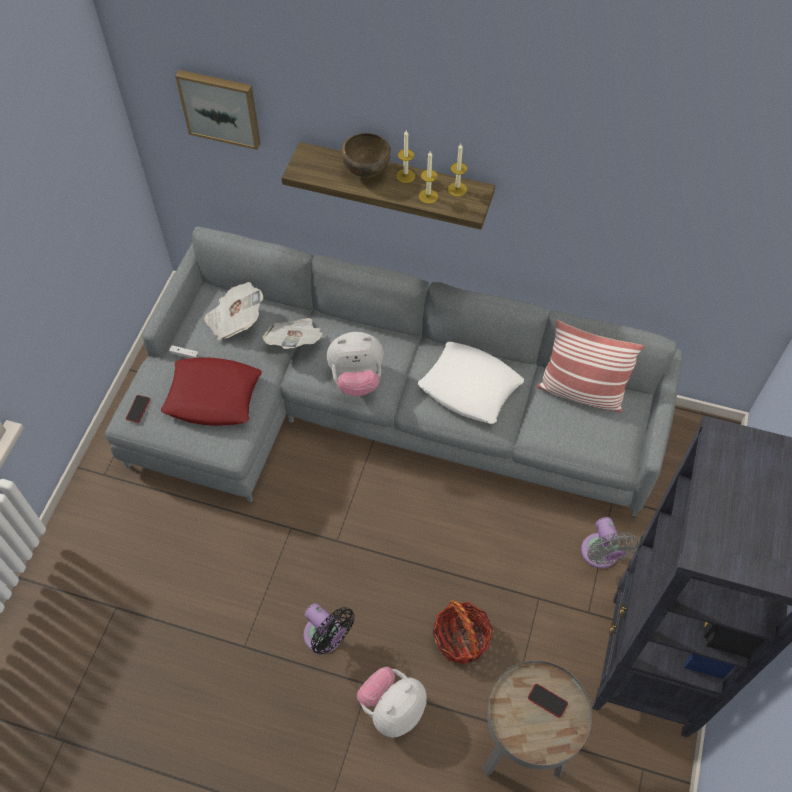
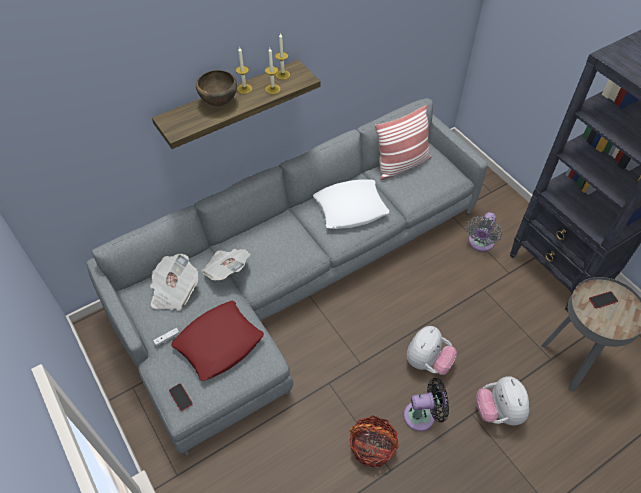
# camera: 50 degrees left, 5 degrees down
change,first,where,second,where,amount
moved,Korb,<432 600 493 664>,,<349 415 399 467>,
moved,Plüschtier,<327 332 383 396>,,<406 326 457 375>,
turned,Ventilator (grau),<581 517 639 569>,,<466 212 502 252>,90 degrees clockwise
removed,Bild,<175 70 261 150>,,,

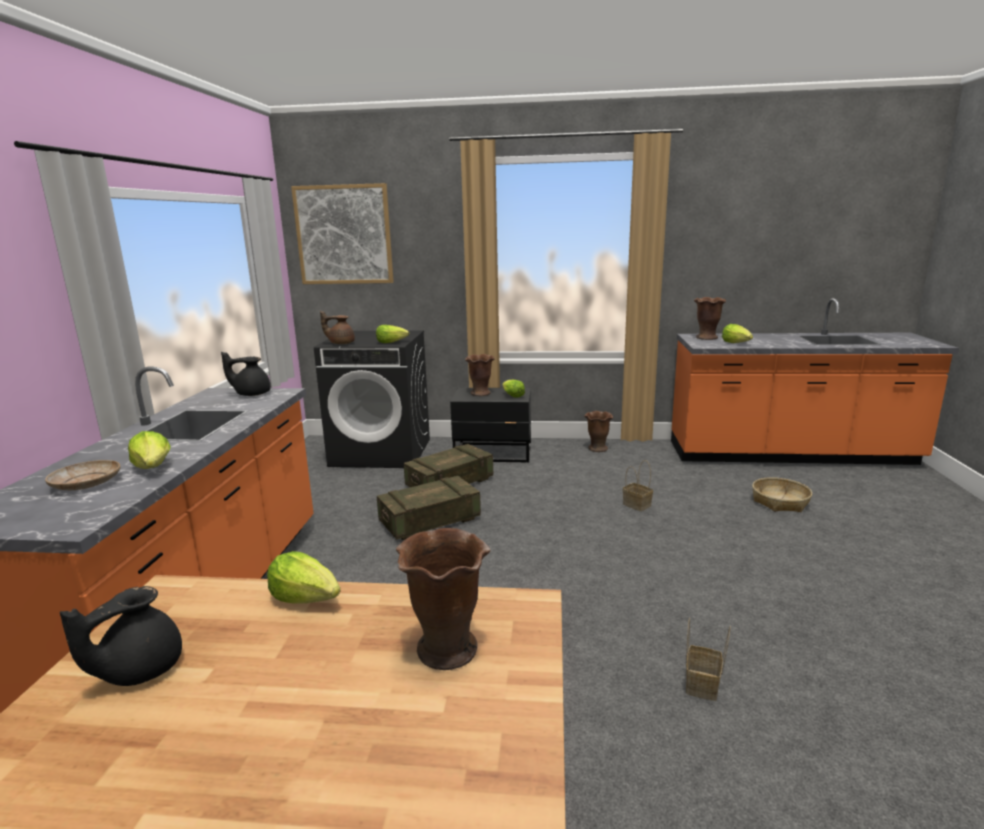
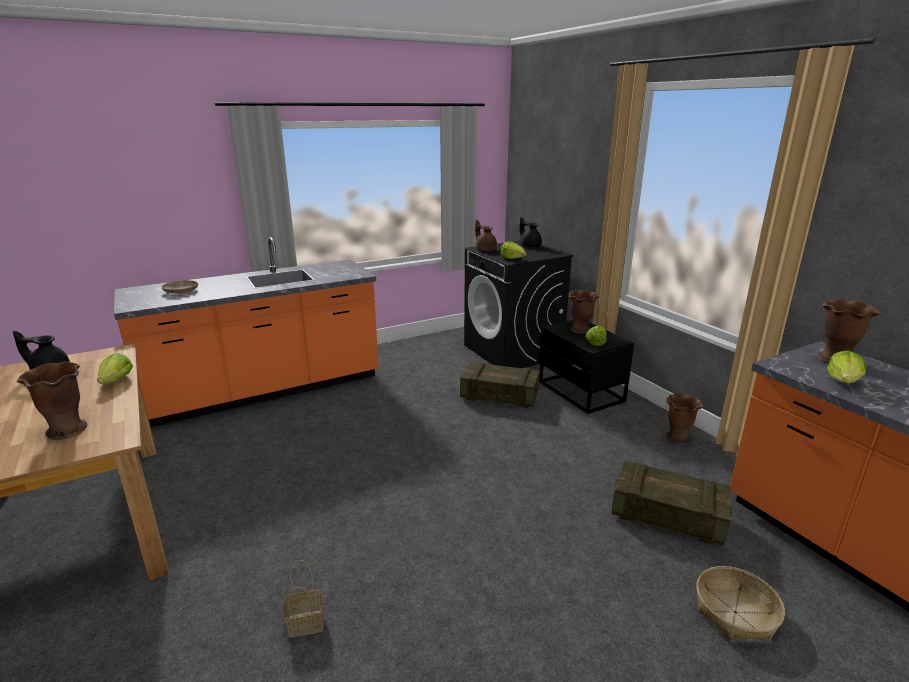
# camera: 55 degrees right, 5 degrees up
change,first,where,second,where,amount
moved,Teekanne (schwarz),<221 352 271 396>,,<519 217 542 247>,
moved,Kiste,<377 476 481 540>,,<612 461 732 545>,
removed,Salatkopf,<128 431 171 469>,,,
removed,Bild,<291 183 394 284>,,,
removed,Korb,<623 460 653 511>,,,

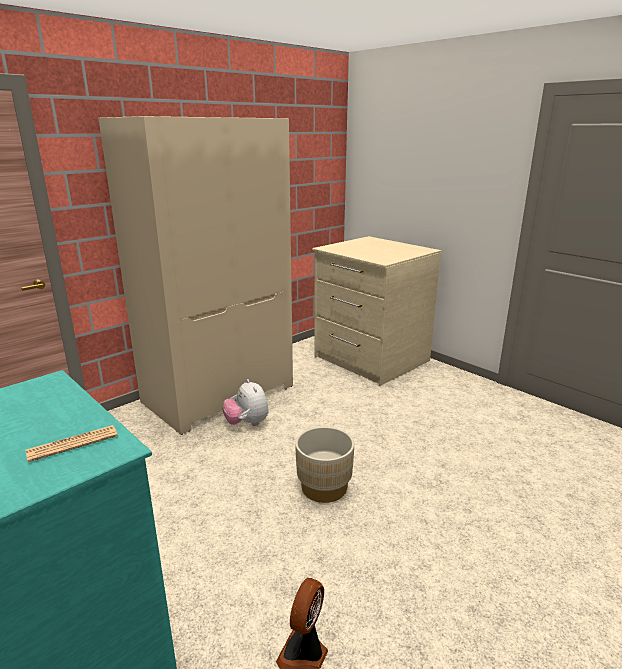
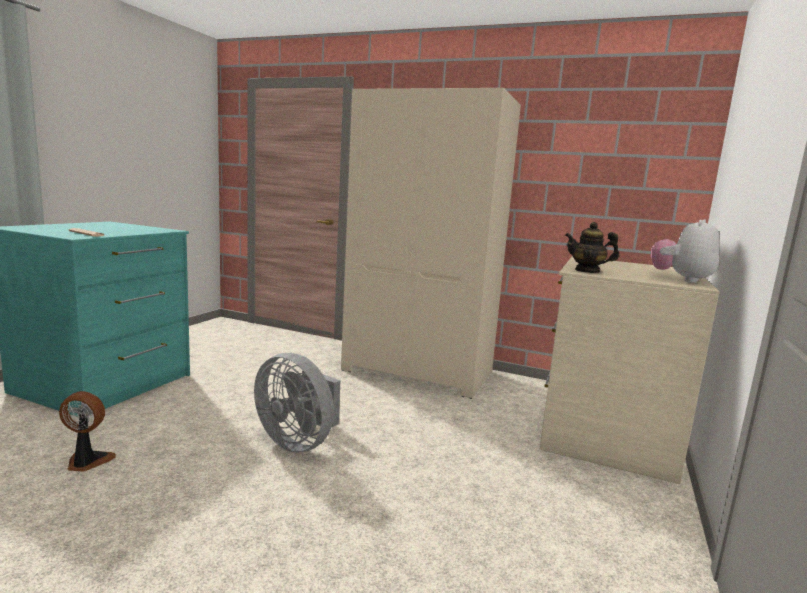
# camera: 65 degrees right, 10 degrees down
change,first,where,second,where,amount
replaced,Pflanzkübel (beige),<295 426 354 503>,Ventilator (grau),<254 353 341 453>,
added,,,Teekanne,<565 222 619 273>,
moved,Plüschtier,<223 379 269 426>,,<651 219 720 283>,

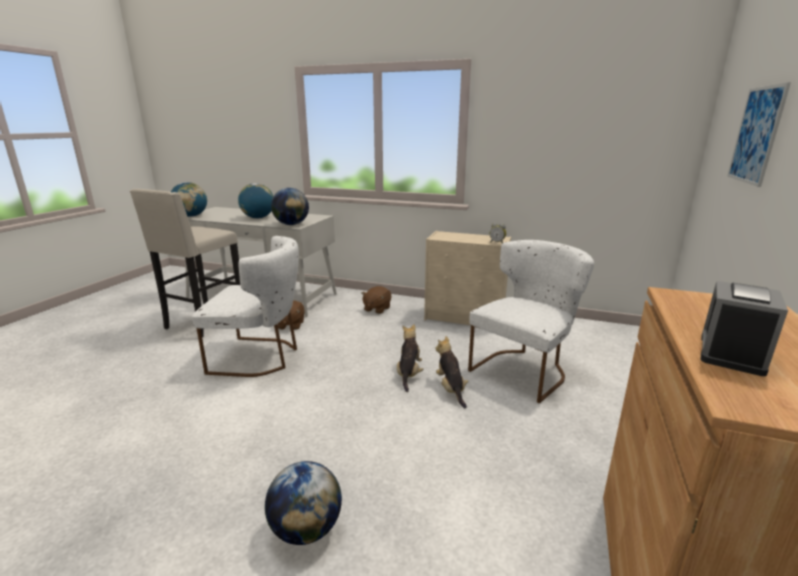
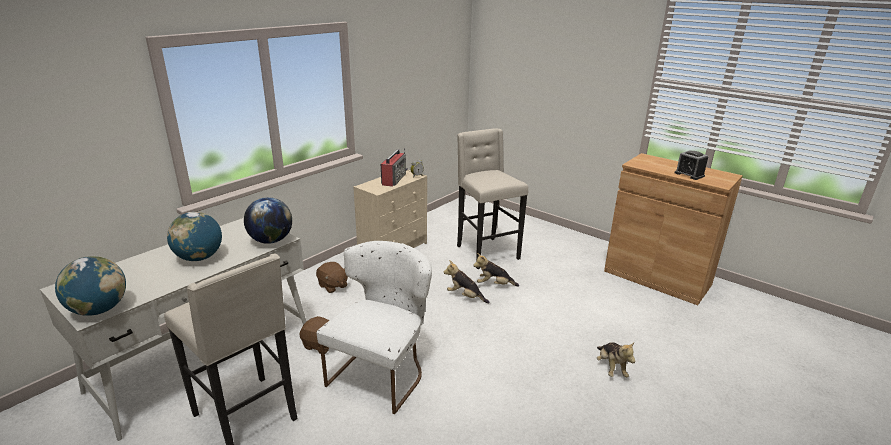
# camera: 70 degrees left, 5 degrees up
change,first,where,second,where,amount
added,,,Radio,<381 148 408 187>,
replaced,Stuhl (weiß),<468 240 594 403>,Hocker (beige),<457 128 528 269>,
replaced,Globus,<265 461 342 545>,Plüschtier,<597 342 635 377>,
removed,Bild,<727 82 791 187>,,,

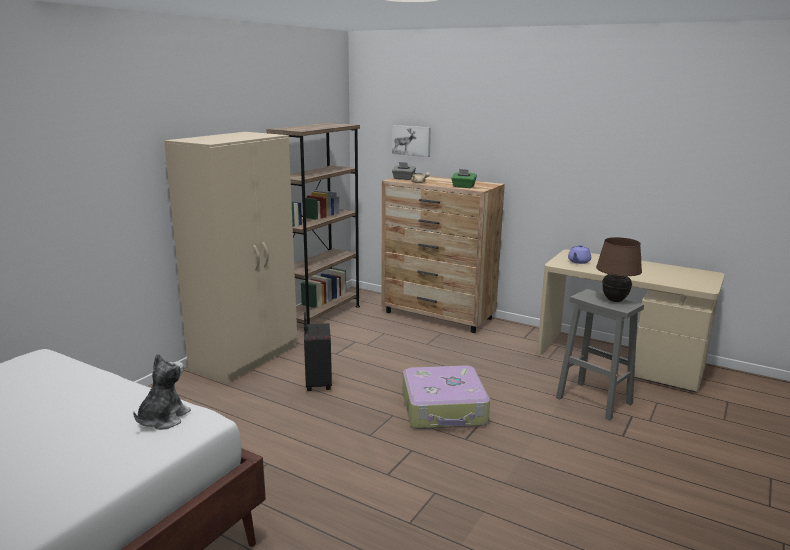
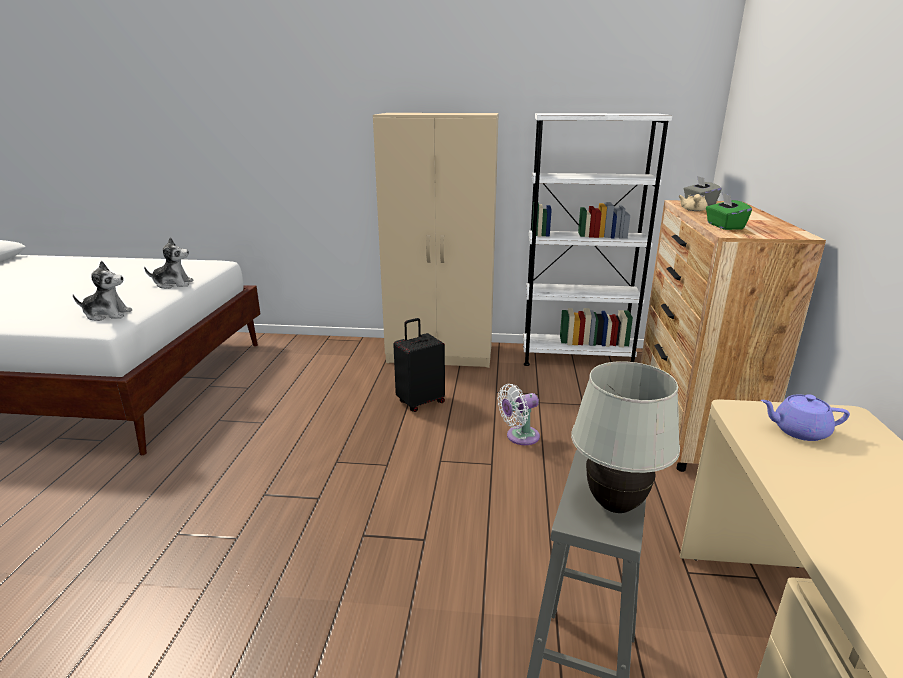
# camera: 65 degrees right, 5 degrees up
change,first,where,second,where,amount
added,,,Plüschtier,<144 237 194 289>,
added,,,Ventilator (weiß),<498 384 540 445>,
recoloured,Bücherregal (braun),<266 123 360 324>,Bücherregal (weiß),<523 113 672 366>,
recoloured,Tischlampe (braun),<596 237 642 302>,Tischlampe (weiß),<571 361 680 513>,
removed,Bild,<392 125 431 157>,,,
removed,Koffer,<403 365 490 429>,,,

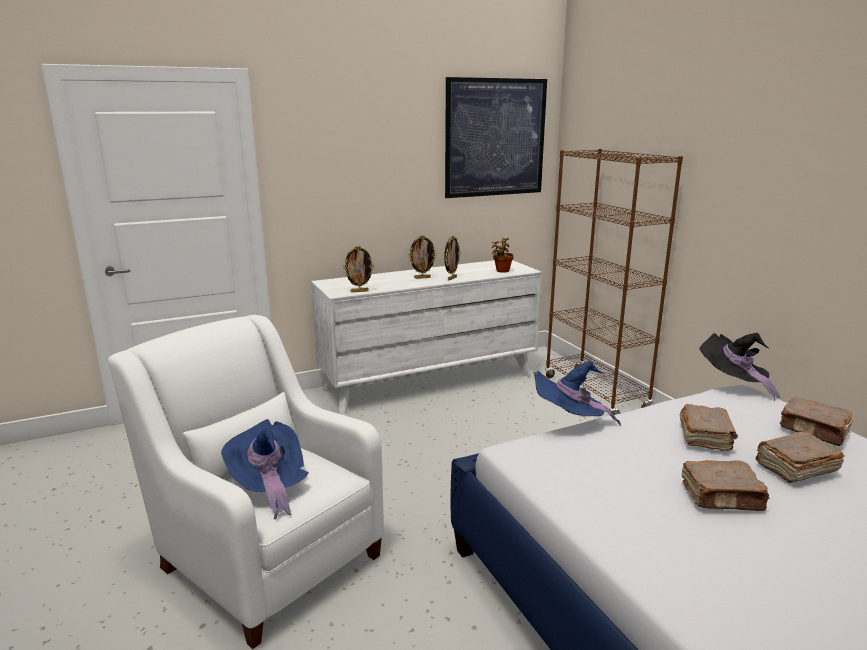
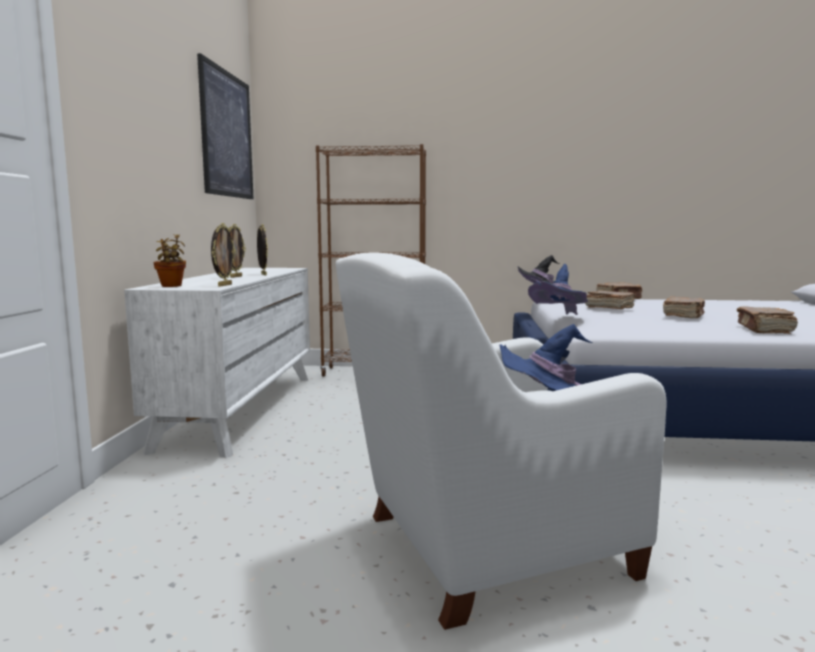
# camera: 60 degrees left, 10 degrees down
change,first,where,second,where,amount
moved,Topfpflanze,<491 238 514 273>,,<153 234 186 287>,
moved,Buch (braun),<756 432 845 483>,,<737 306 798 334>,

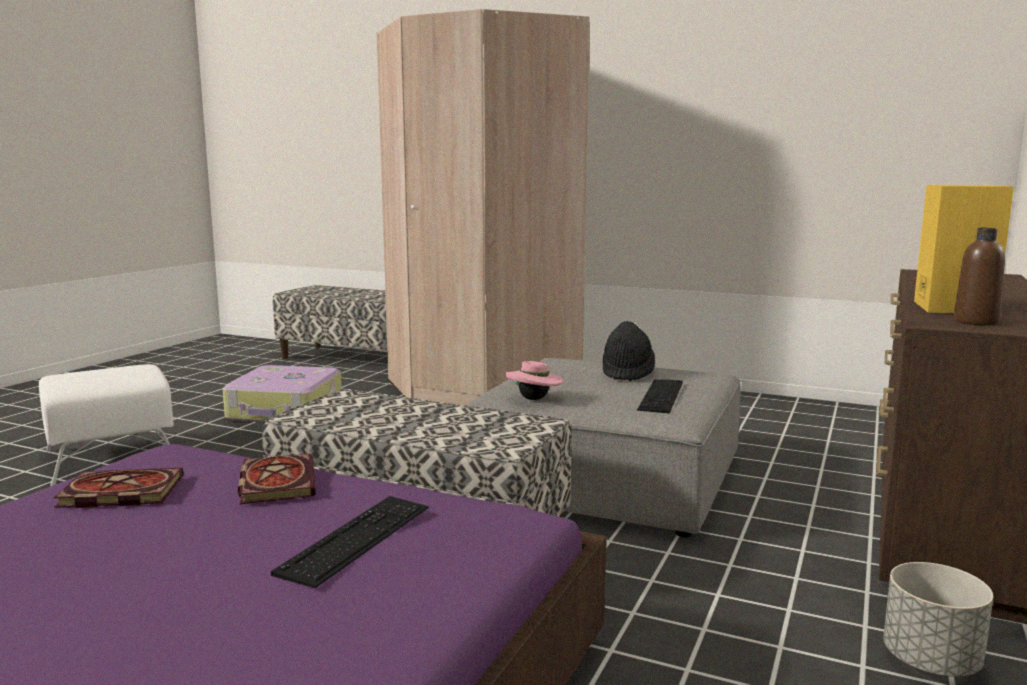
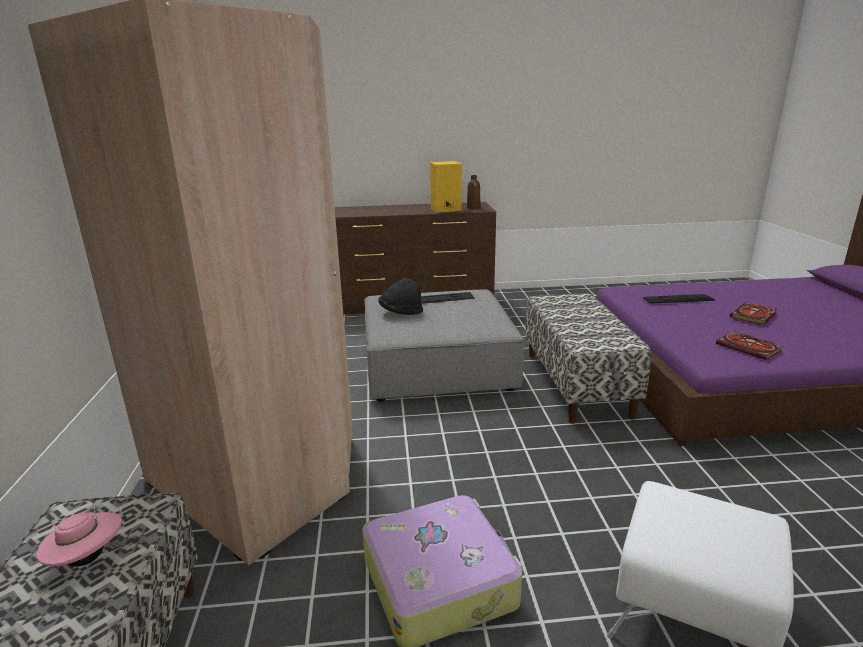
# camera: 120 degrees left, 10 degrees up
change,first,where,second,where,amount
moved,Hut (rosa),<505 361 564 400>,,<36 504 122 567>,
moved,Buch,<238 454 316 504>,,<730 302 777 325>,
removed,Pflanzkübel (grau),<883 562 993 677>,,,

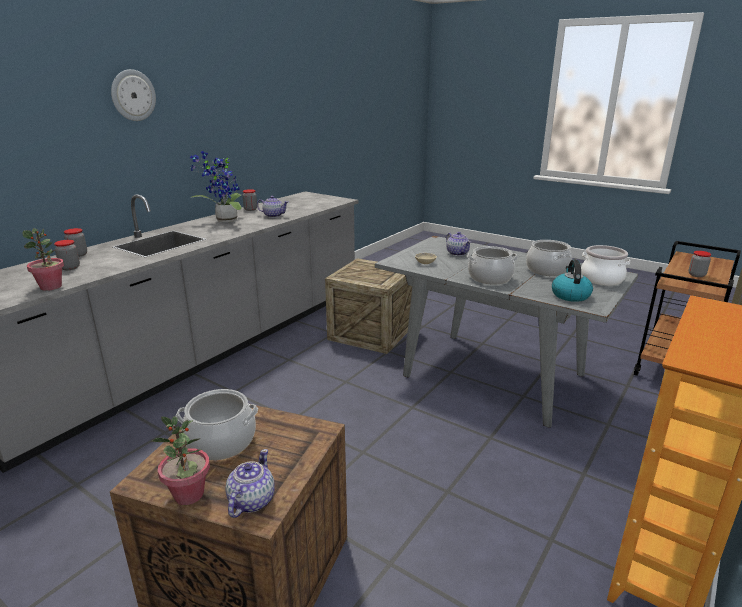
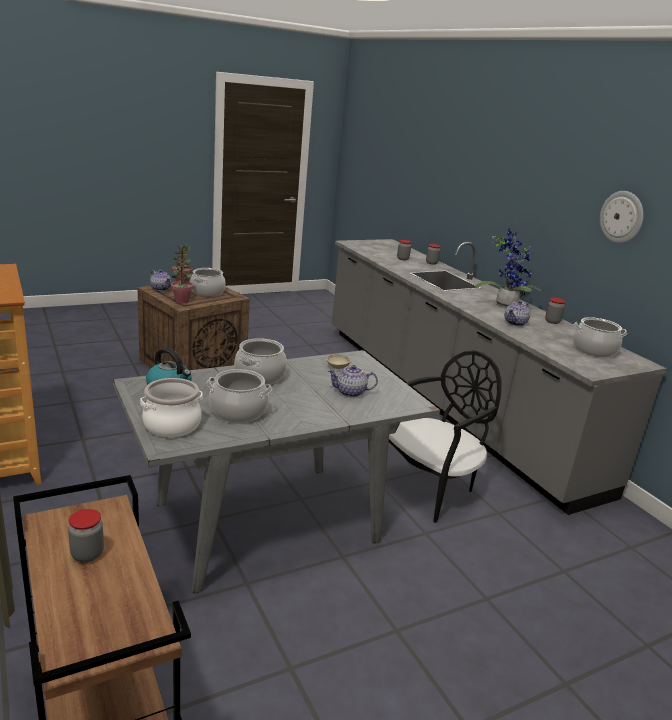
# camera: 115 degrees right, 0 degrees up
change,first,where,second,where,amount
moved,Topfpflanze,<23 228 64 291>,,<171 261 193 303>,
replaced,Kiste,<325 258 412 354>,Stuhl (schwarz),<389 350 502 523>,
added,,,Kochtopf,<573 317 627 357>,
moved,Wanduhr,<111 69 156 121>,,<600 191 644 243>,

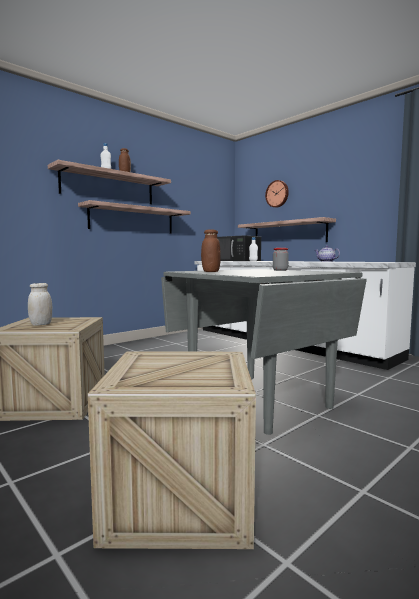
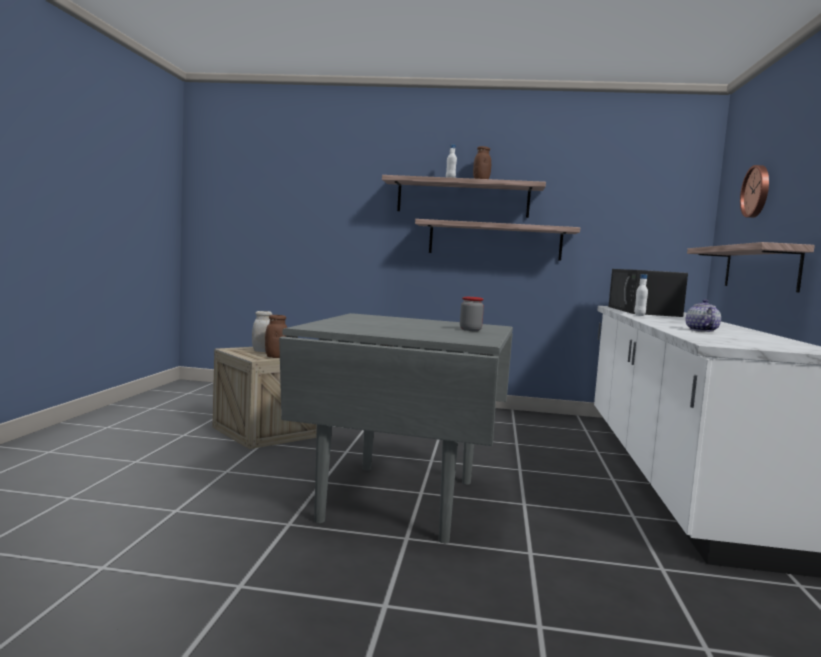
# camera: 50 degrees right, 0 degrees up
change,first,where,second,where,amount
moved,Vorratsglas (braun),<201 229 221 272>,,<265 315 287 358>,
removed,Kiste,<88 351 256 549>,,,

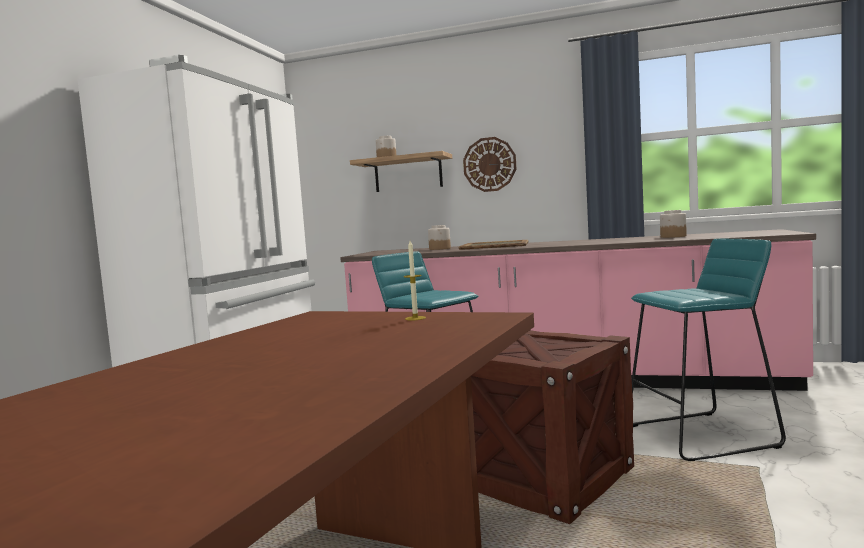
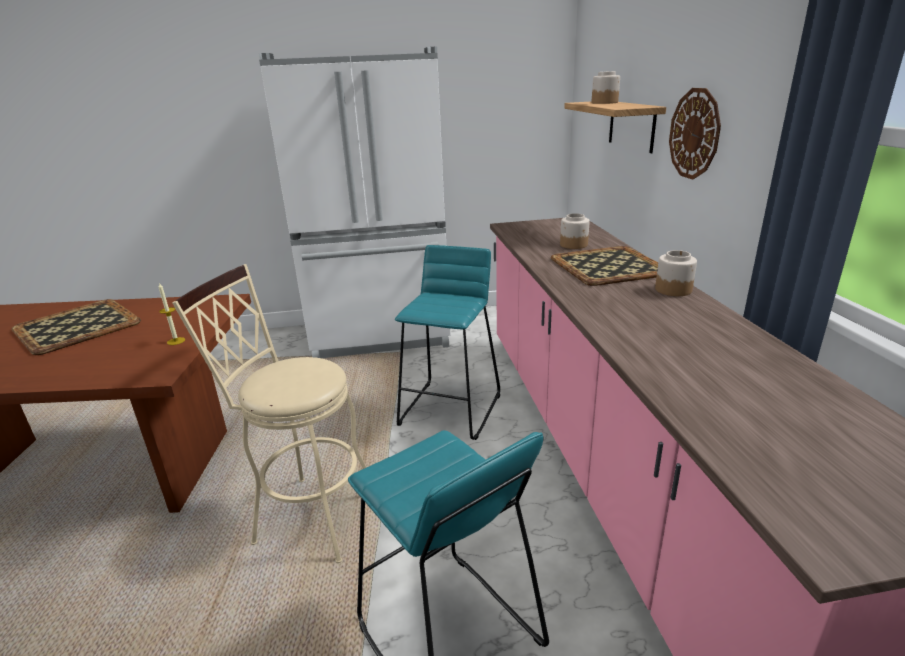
# camera: 65 degrees right, 20 degrees up
change,first,where,second,where,amount
added,,,Tablett,<11 299 141 355>,
replaced,Kiste,<471 330 634 524>,Hocker (beige),<172 264 366 563>,
moved,Vorratsglas,<660 210 687 238>,,<655 250 697 296>,

